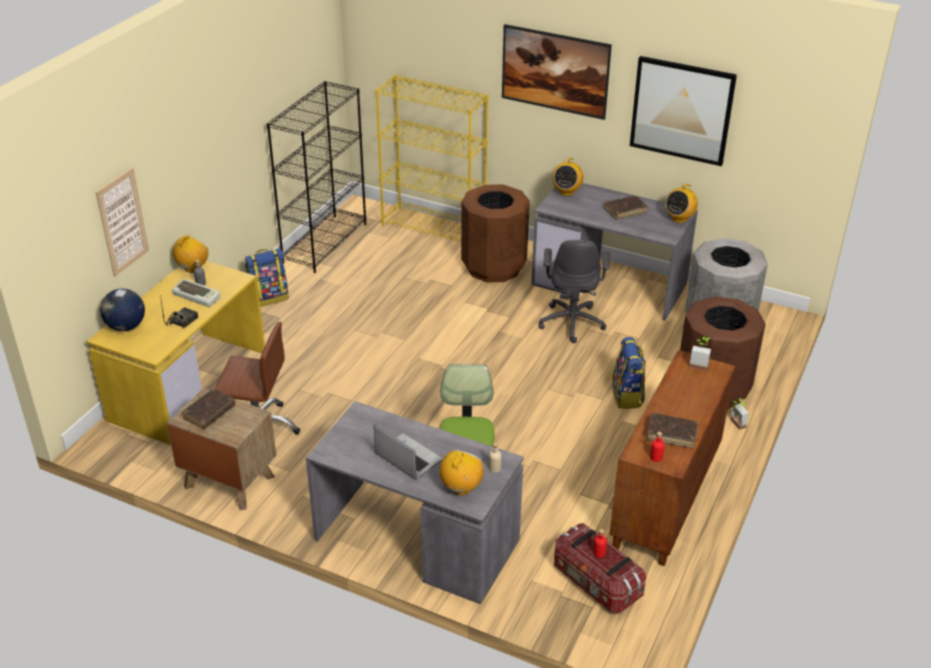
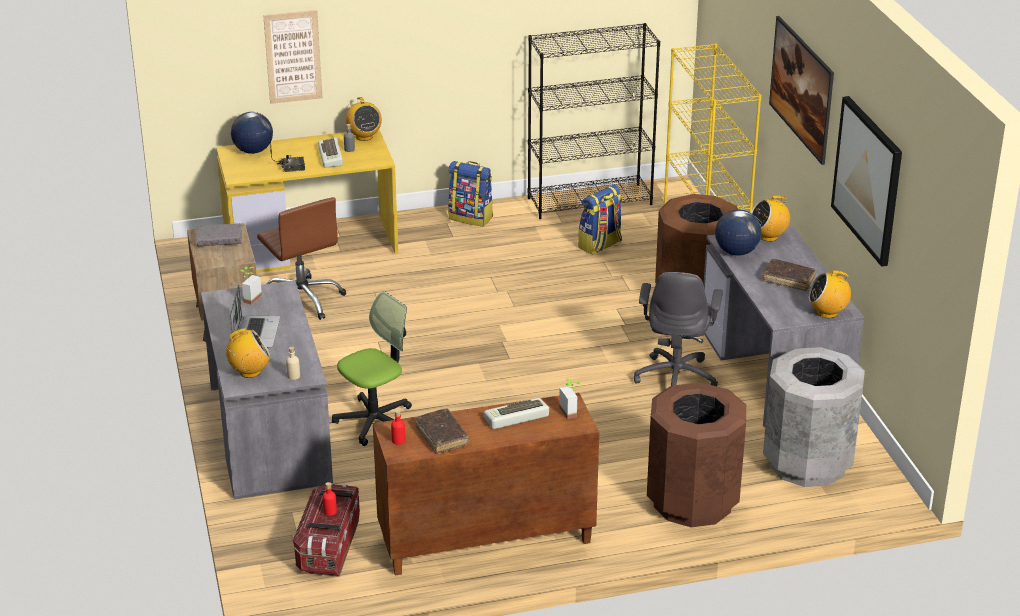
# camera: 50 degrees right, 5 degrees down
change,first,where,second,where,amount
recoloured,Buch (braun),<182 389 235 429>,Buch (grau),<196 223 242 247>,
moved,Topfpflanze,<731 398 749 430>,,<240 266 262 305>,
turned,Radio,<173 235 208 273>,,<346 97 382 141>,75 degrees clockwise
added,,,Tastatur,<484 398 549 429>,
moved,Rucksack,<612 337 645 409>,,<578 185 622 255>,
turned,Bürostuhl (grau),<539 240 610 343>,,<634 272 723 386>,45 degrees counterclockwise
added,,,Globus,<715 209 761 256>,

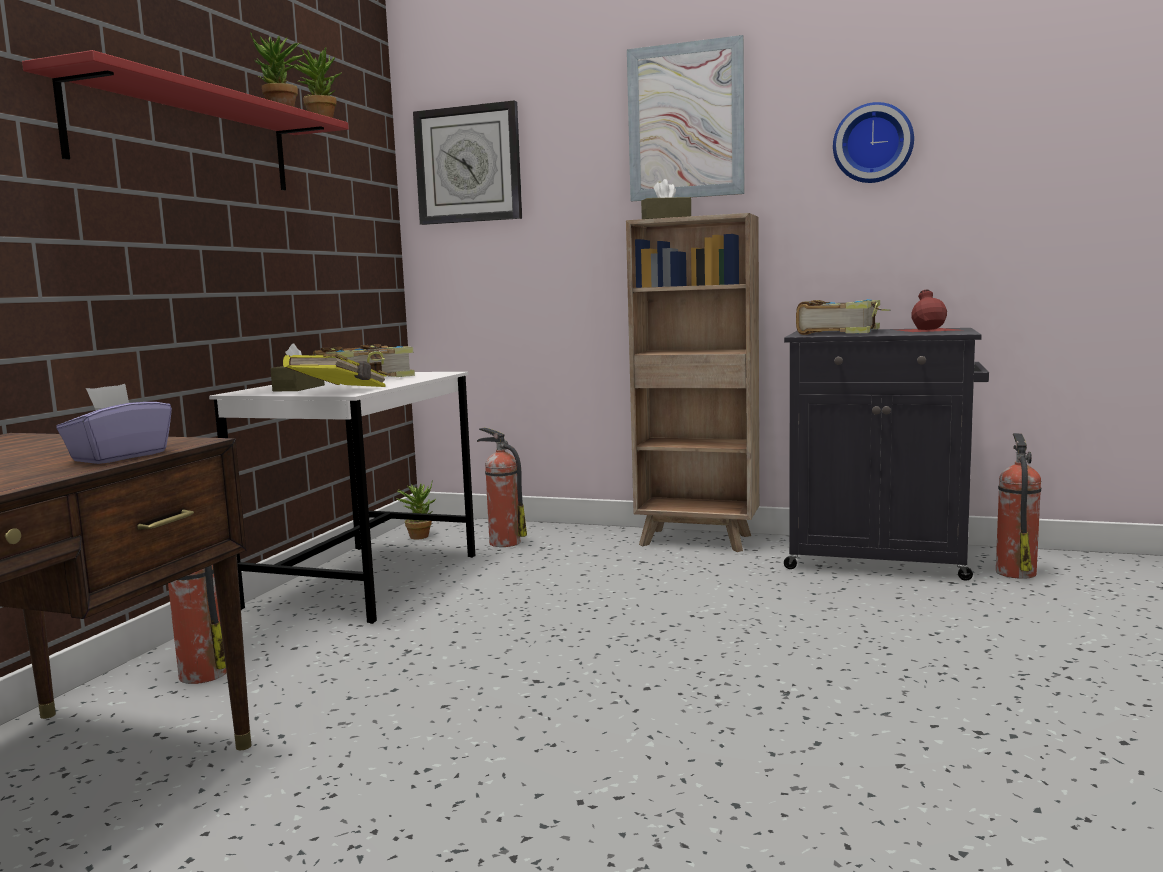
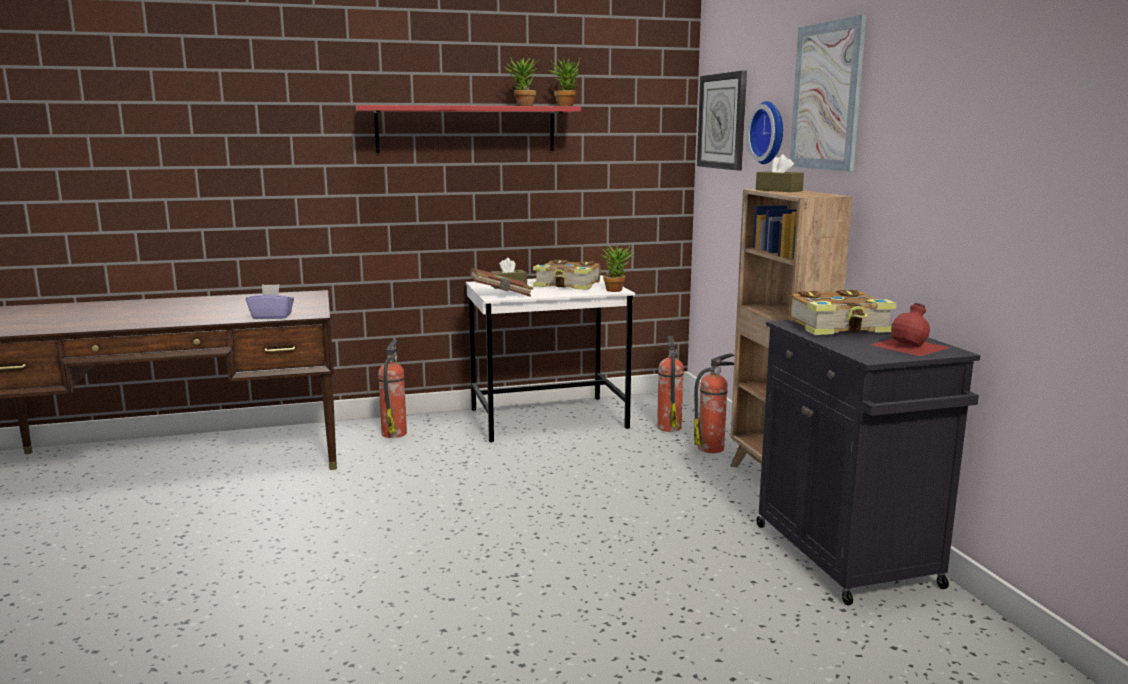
# camera: 55 degrees right, 5 degrees up
change,first,where,second,where,amount
recoloured,Buch (gelb),<283 353 388 387>,Buch (braun),<470 268 533 296>,
moved,Topfpflanze,<397 483 436 539>,,<598 245 634 292>,
moved,Feuerlöscher,<996 433 1041 579>,,<694 353 734 453>,
moved,Wanduhr,<833 102 914 183>,,<747 101 783 164>,

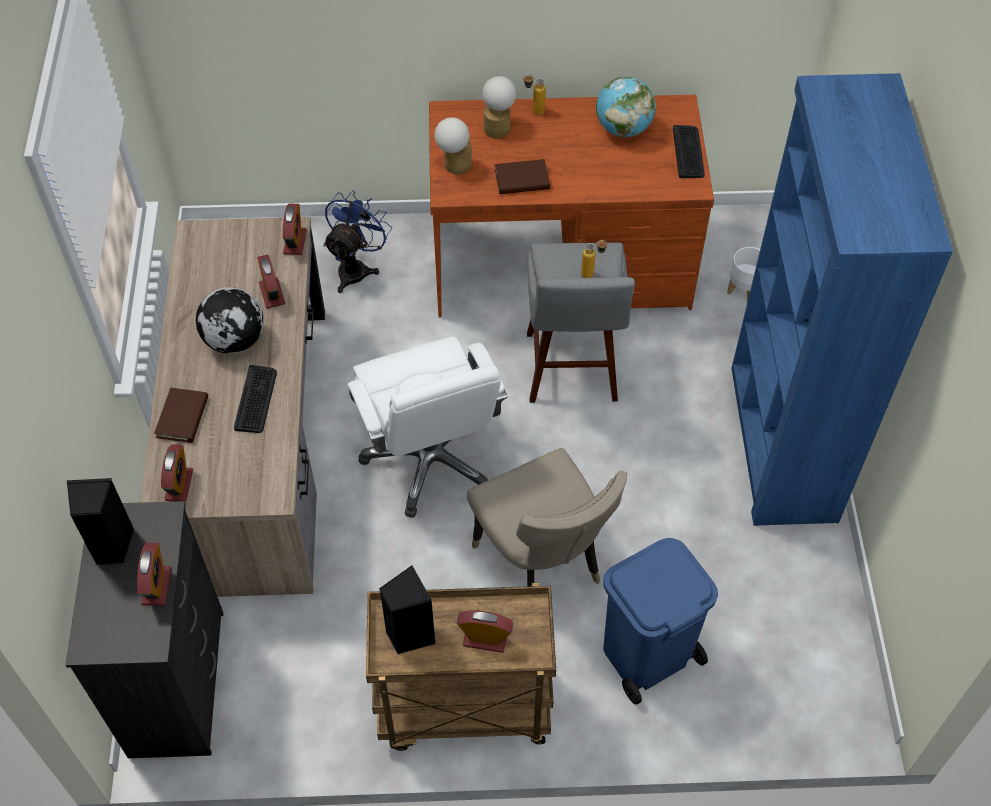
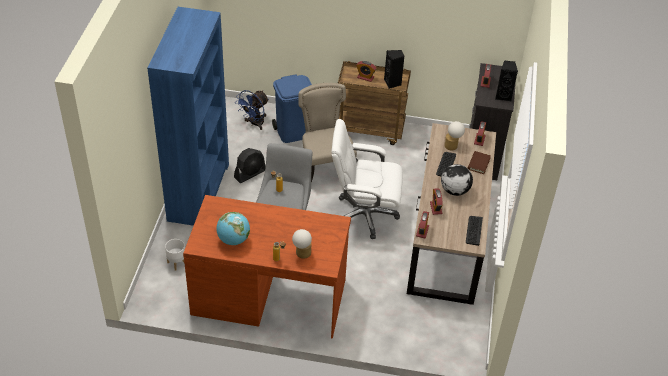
# camera: 170 degrees left, 10 degrees down
change,first,where,second,where,amount
added,,,Ventilator (schwarz),<234 148 266 183>,
moved,Ventilator (blau),<323 191 392 293>,,<235 90 269 130>,
turned,Bürostuhl (weiß),<348 336 508 518>,,<331 119 403 239>,75 degrees counterclockwise
moved,Tischlampe,<434 117 472 174>,,<444 121 465 150>,
moved,Tastatur,<673 125 705 178>,,<466 216 483 246>,
removed,Buch (braun),<495 159 550 194>,,,

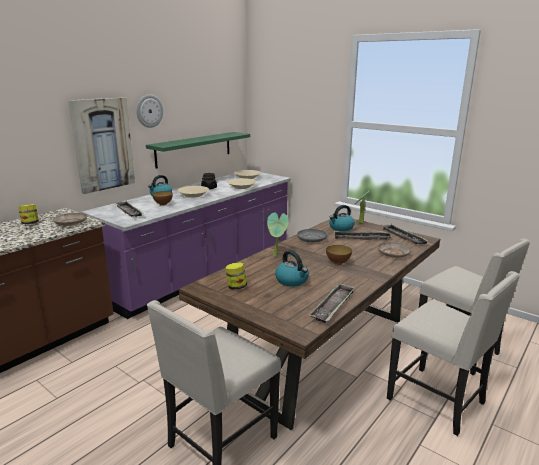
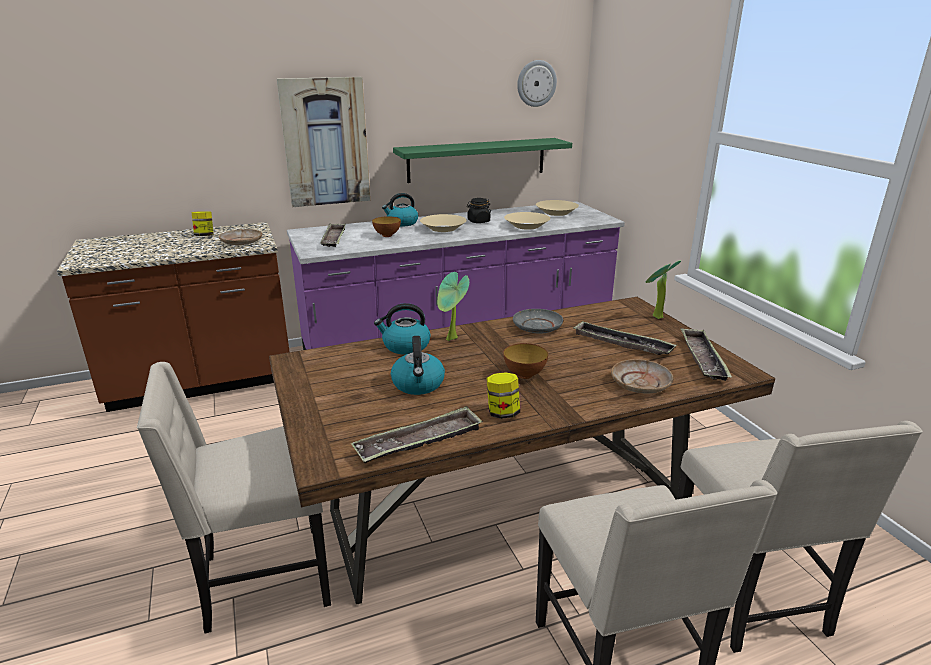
# camera: 30 degrees right, 5 degrees up
change,first,where,second,where,amount
moved,Wasserkessel,<329 205 355 231>,,<374 303 430 355>,
moved,Vorratsglas,<225 263 247 290>,,<486 372 520 419>,
moved,Wanduhr,<136 94 163 128>,,<517 60 557 107>,

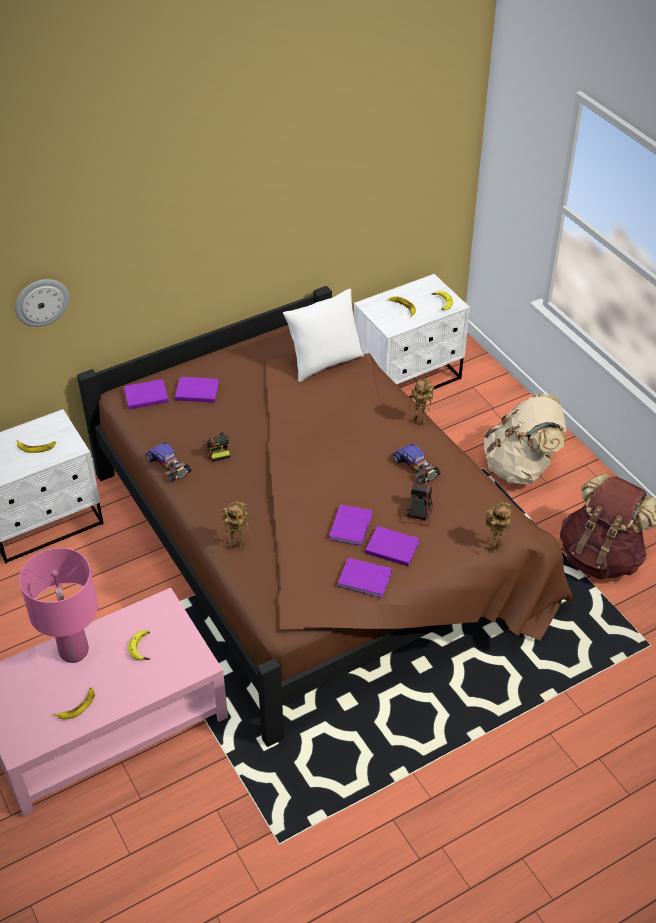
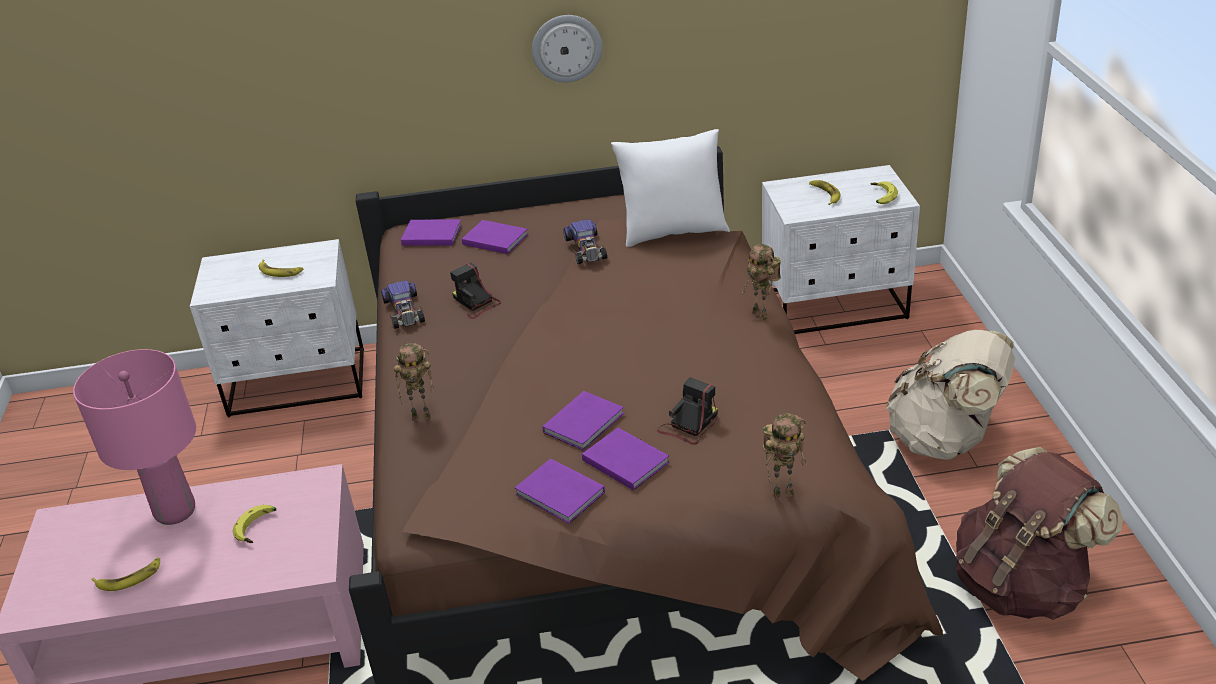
# camera: 25 degrees right, 10 degrees down
change,first,where,second,where,amount
turned,Kamera,<202 432 230 462>,,<450 262 501 319>,135 degrees clockwise
moved,Wanduhr,<15 279 69 327>,,<532 15 602 82>,
moved,Spielzeugauto,<393 444 440 484>,,<563 219 607 264>,

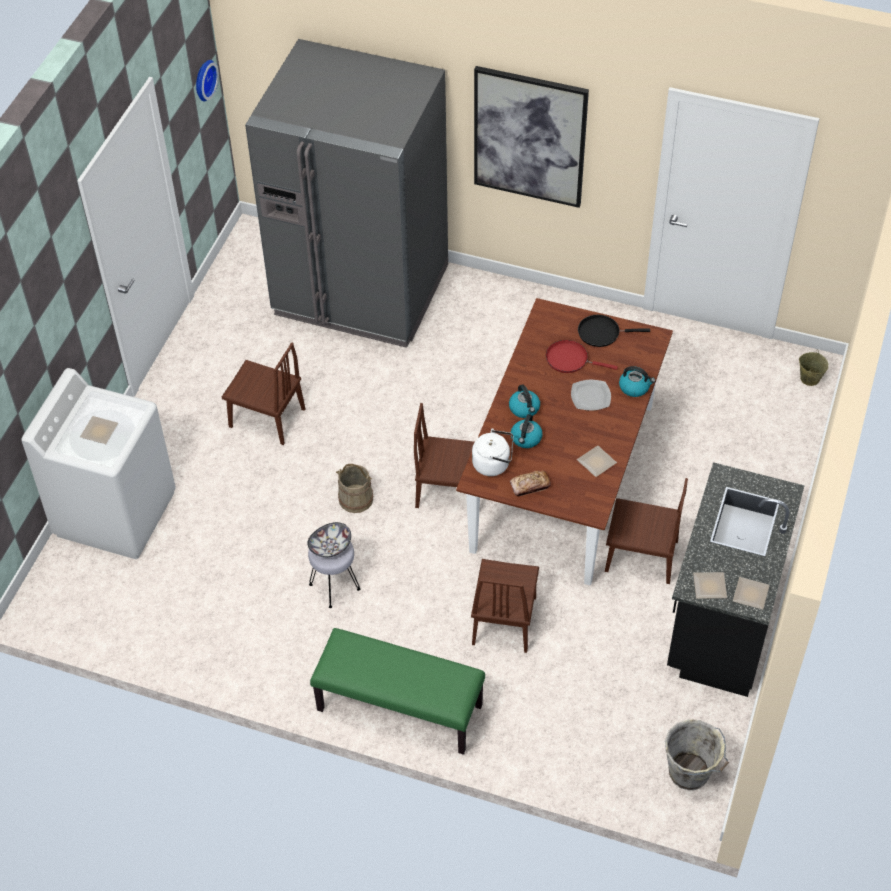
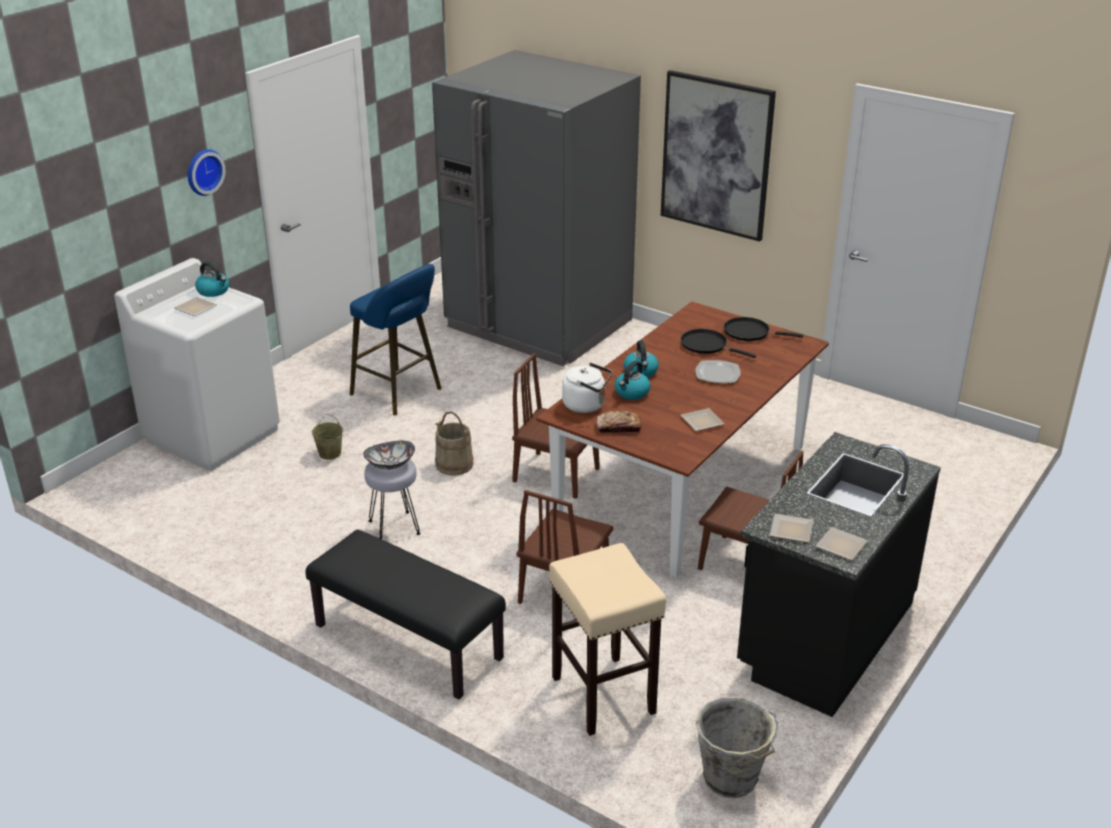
# camera: 15 degrees right, 20 degrees down
change,first,where,second,where,amount
moved,Wanduhr,<196 60 219 101>,,<188 149 226 196>,
moved,Wasserkessel,<619 366 655 397>,,<195 262 229 297>,
recoloured,Bank (grün),<310 628 485 755>,Bank (schwarz),<306 529 506 700>,
moved,Eimer (beige),<799 349 828 386>,,<312 414 343 460>,
replaced,Stuhl (braun),<222 343 306 445>,Hocker (blau),<350 264 442 415>,
added,,,Hocker (beige),<549 543 666 736>,
recoloured,Pfanne (rot),<546 340 618 373>,Pfanne (schwarz),<681 329 756 358>,

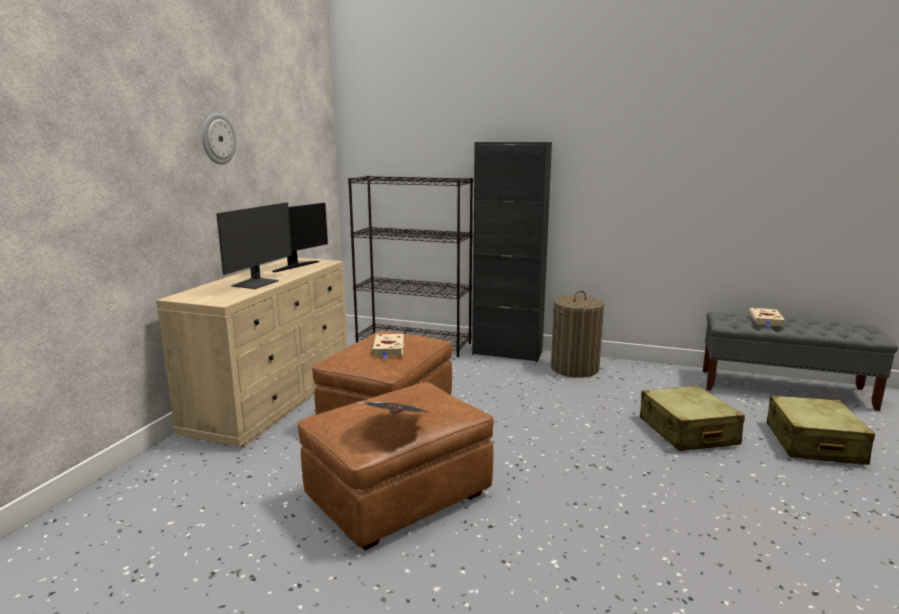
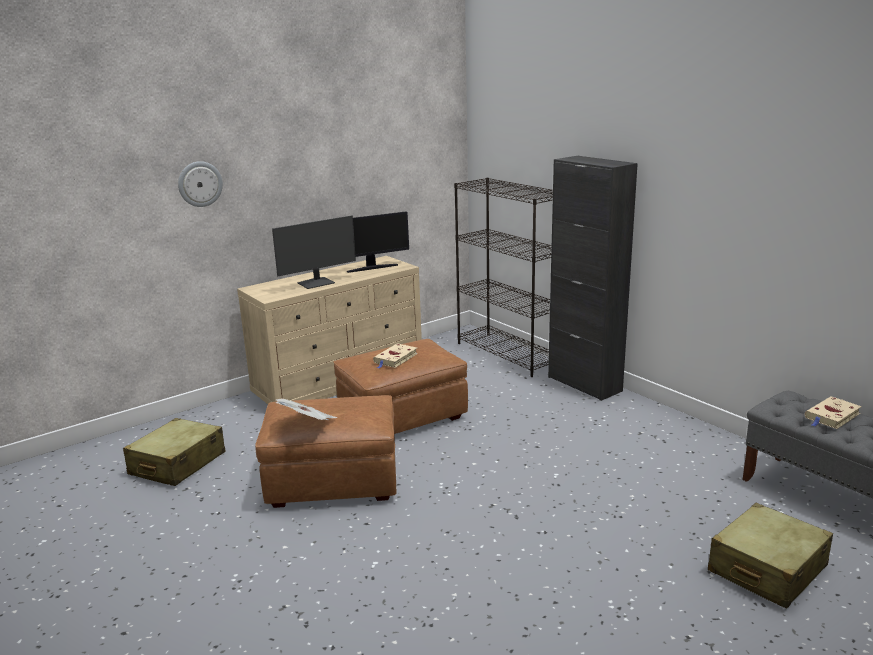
# camera: 35 degrees right, 5 degrees up
change,first,where,second,where,amount
moved,Koffer (beige),<640 385 745 451>,,<123 418 226 486>,
moved,Wanduhr,<202 113 236 165>,,<178 161 223 207>,
removed,Wäschekorb,<551 290 604 378>,,,

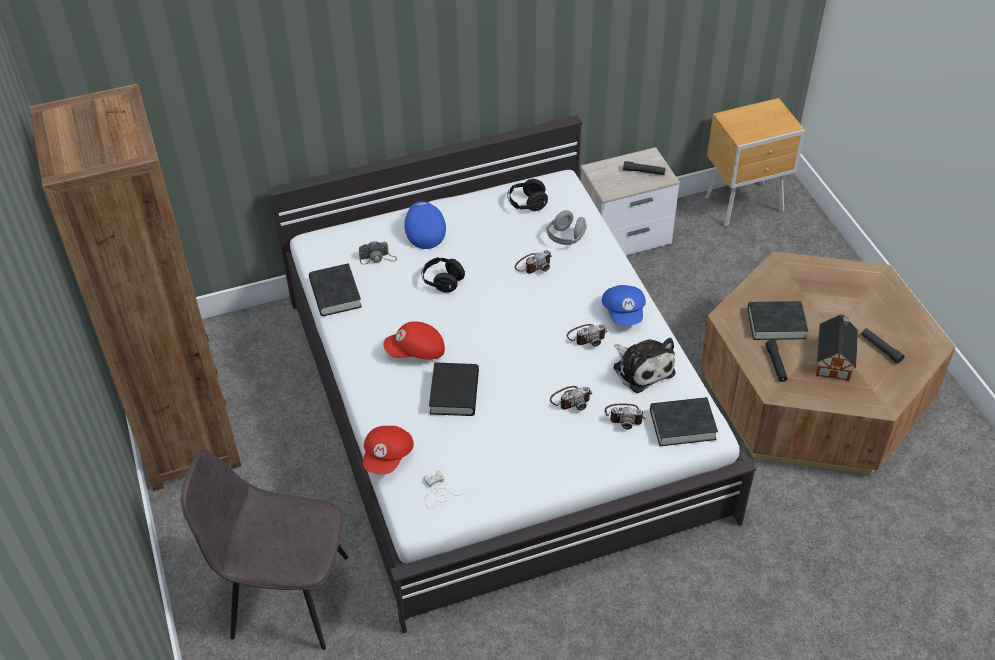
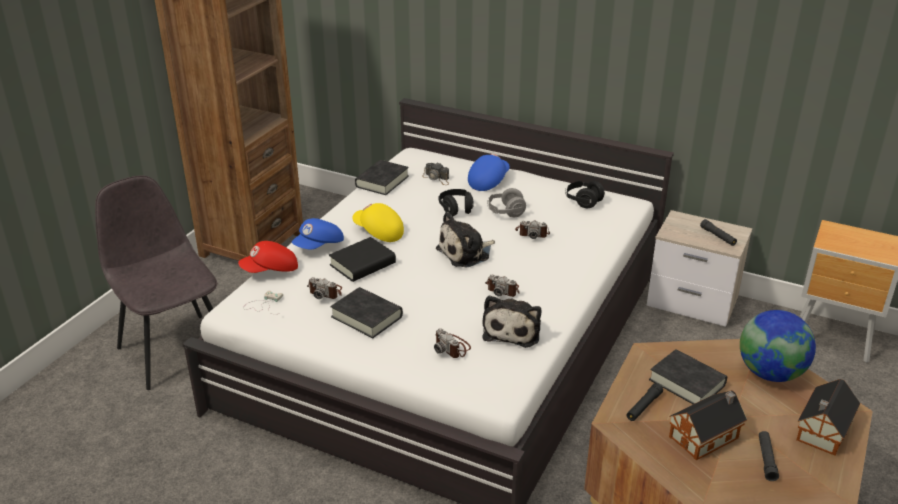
# camera: 45 degrees right, 15 degrees down
change,first,where,second,where,amount
moved,Kappe (blau),<602 285 646 325>,,<292 218 344 250>,
moved,Kamera,<550 386 592 411>,,<307 277 342 299>,
moved,Buch (schwarz),<650 397 718 446>,,<330 287 403 338>,
recoloured,Kappe (rot),<383 321 445 360>,Kappe (gelb),<352 203 404 242>,
added,,,Plüschtier,<436 212 495 268>,
moved,Kopfhörer (grau),<547 210 587 245>,,<487 188 526 217>,
added,,,Globus,<740 310 816 382>,
added,,,Spielzeughaus,<796 379 860 455>,

